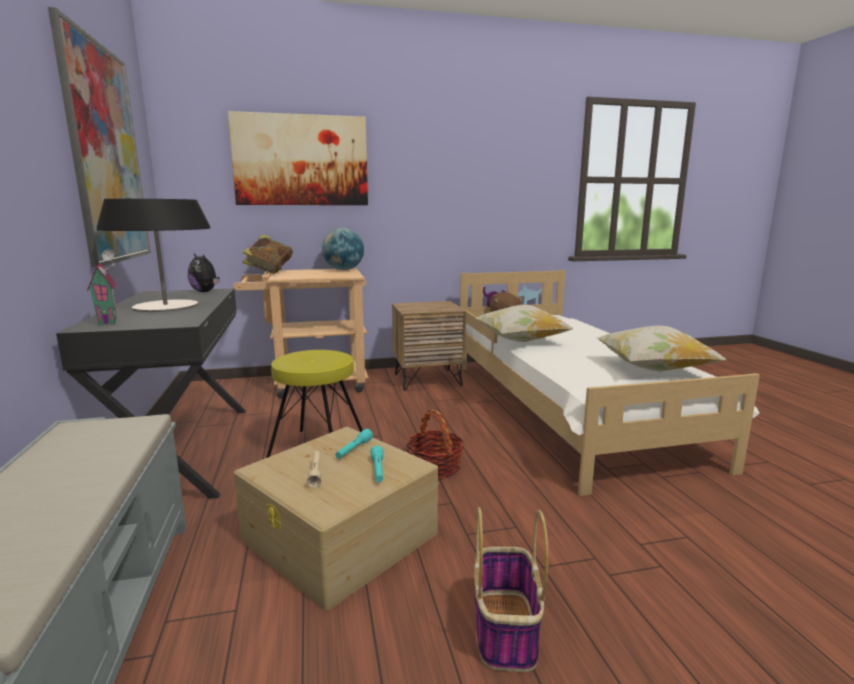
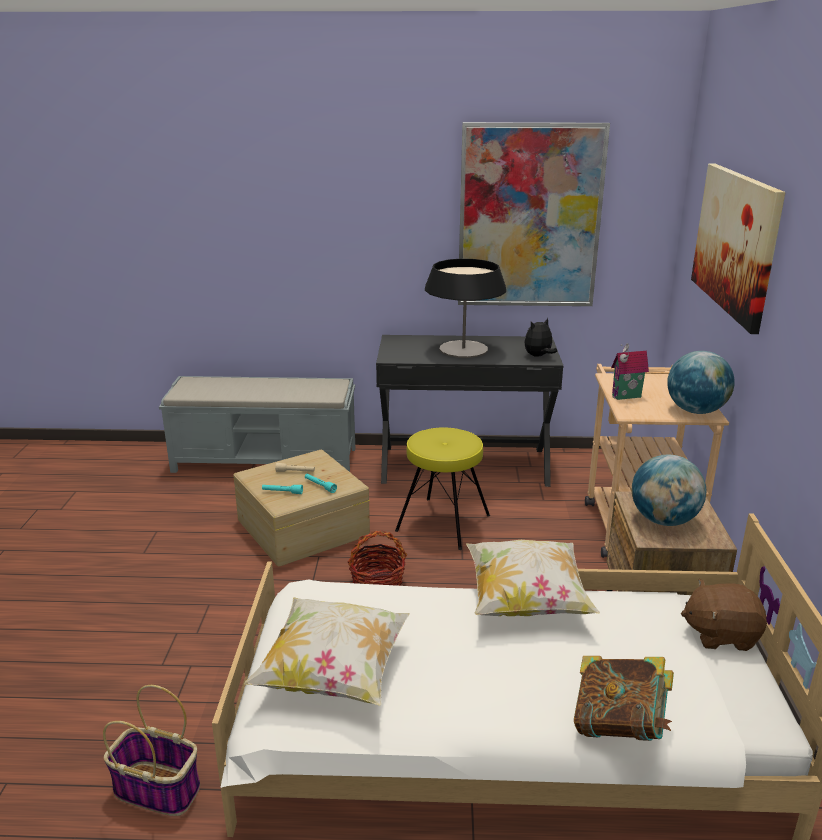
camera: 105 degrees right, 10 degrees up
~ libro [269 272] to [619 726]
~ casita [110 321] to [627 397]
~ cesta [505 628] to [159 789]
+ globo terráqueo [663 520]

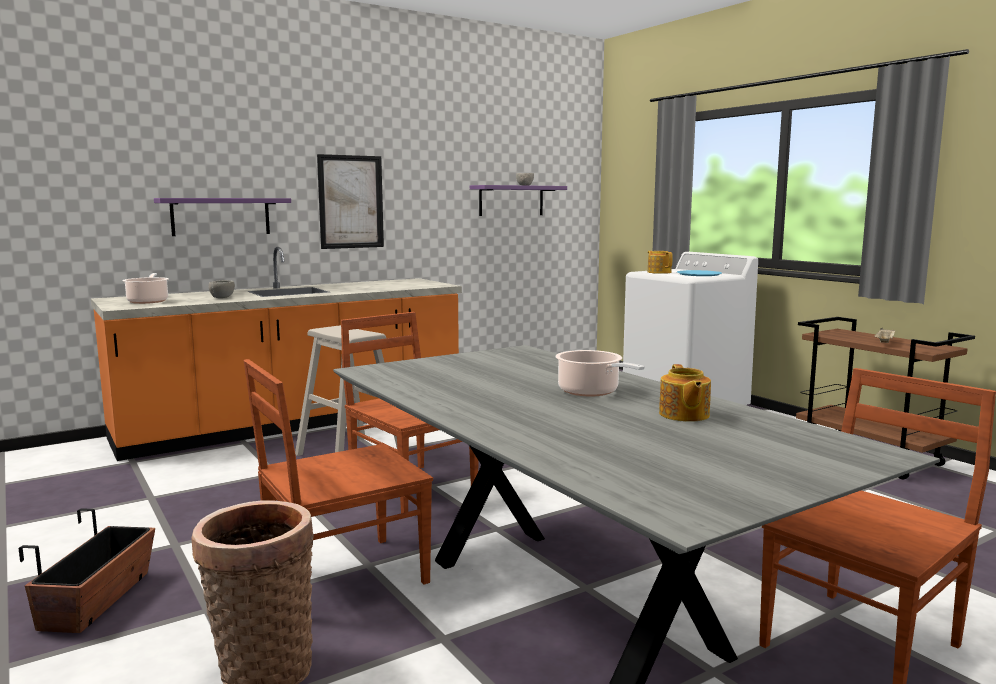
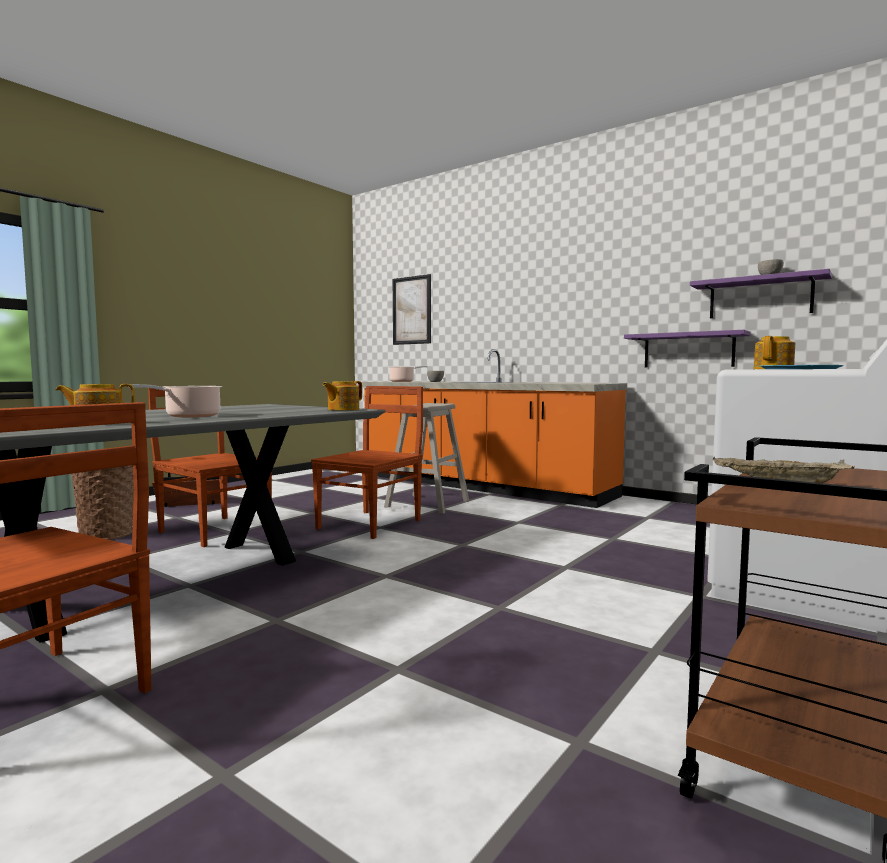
camera: 70 degrees right, 5 degrees down
~ cuadro [351 202] to [411 310]
~ estante [morado] [221 216] to [688 350]
+ tetera [342 409]

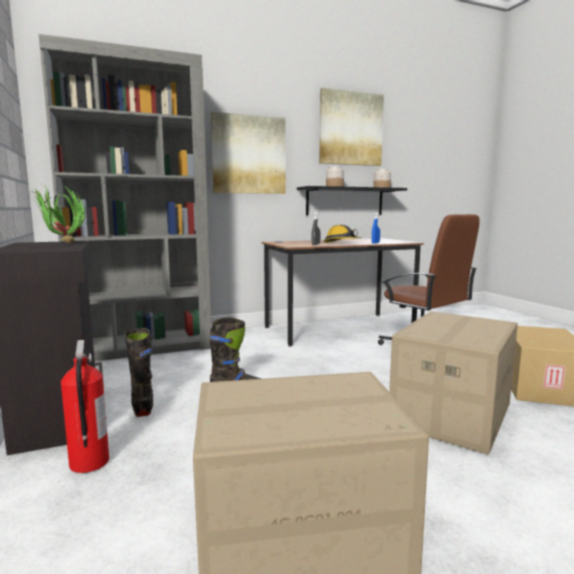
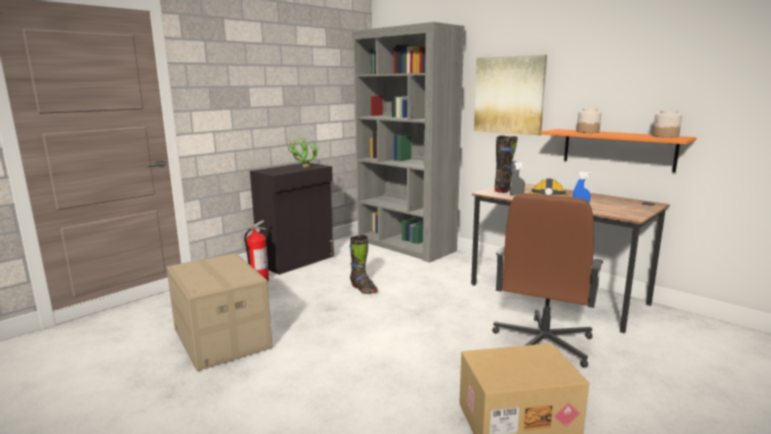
camera: 65 degrees right, 5 degrees up
- cuadro [350 129]
~ estante [negro] [345 201] to estante [naranja] [618 149]
- caja de cartón [450 414]
~ bota [negro] [142 406] to [507 190]

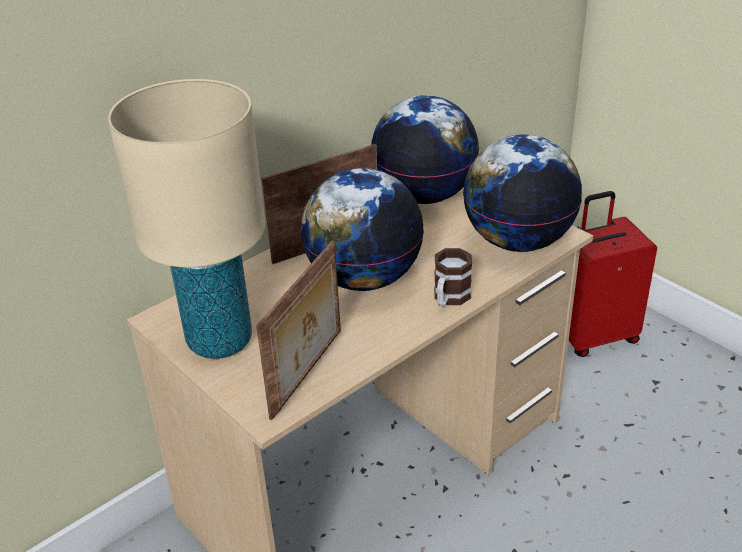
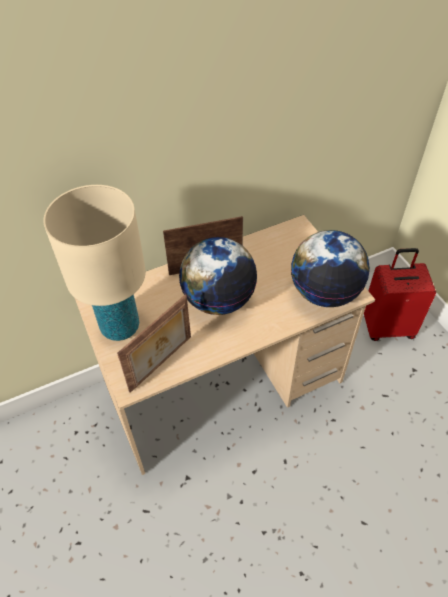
camera: 15 degrees right, 15 degrees up
- globo terráqueo [425 195]
- taza grande [449 299]

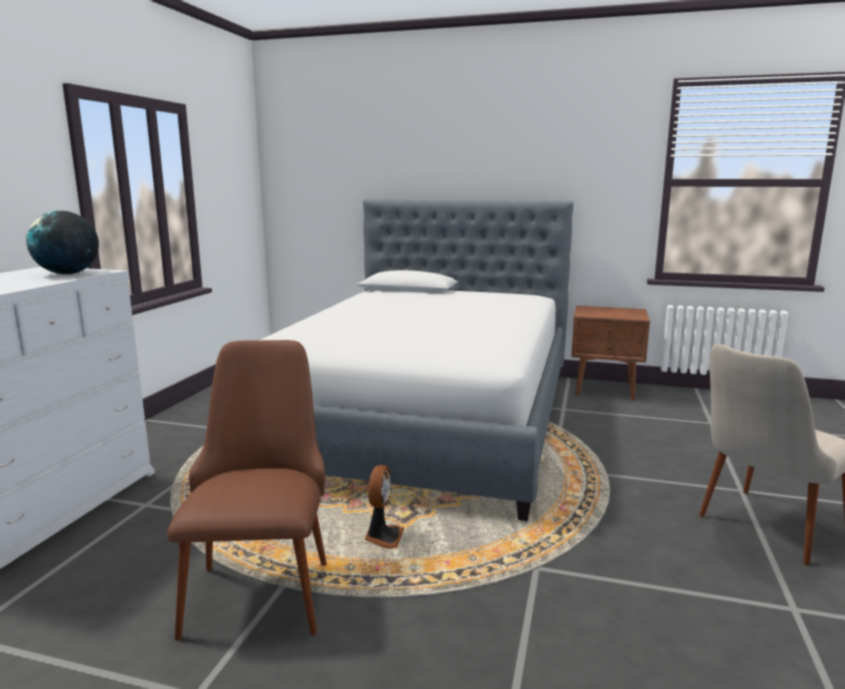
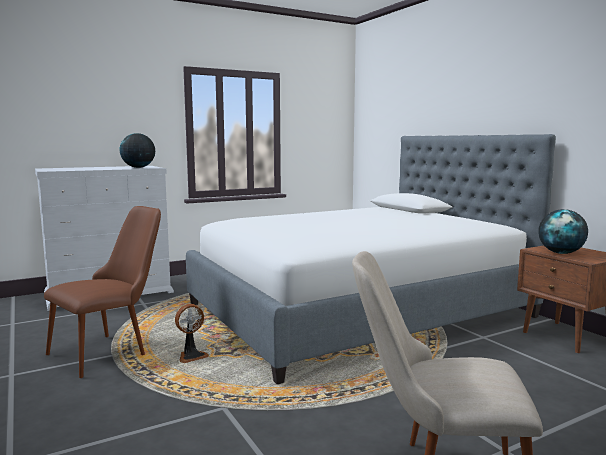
camera: 45 degrees right, 5 degrees down
+ globo terráqueo [561 253]

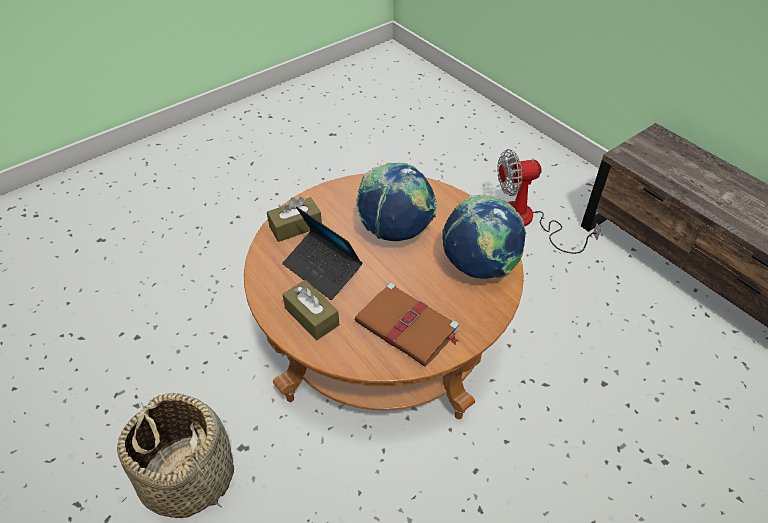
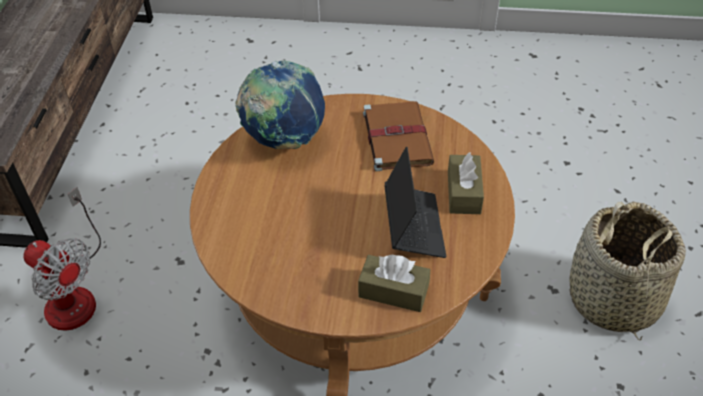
camera: 135 degrees left, 0 degrees up
- globo terráqueo [396 231]

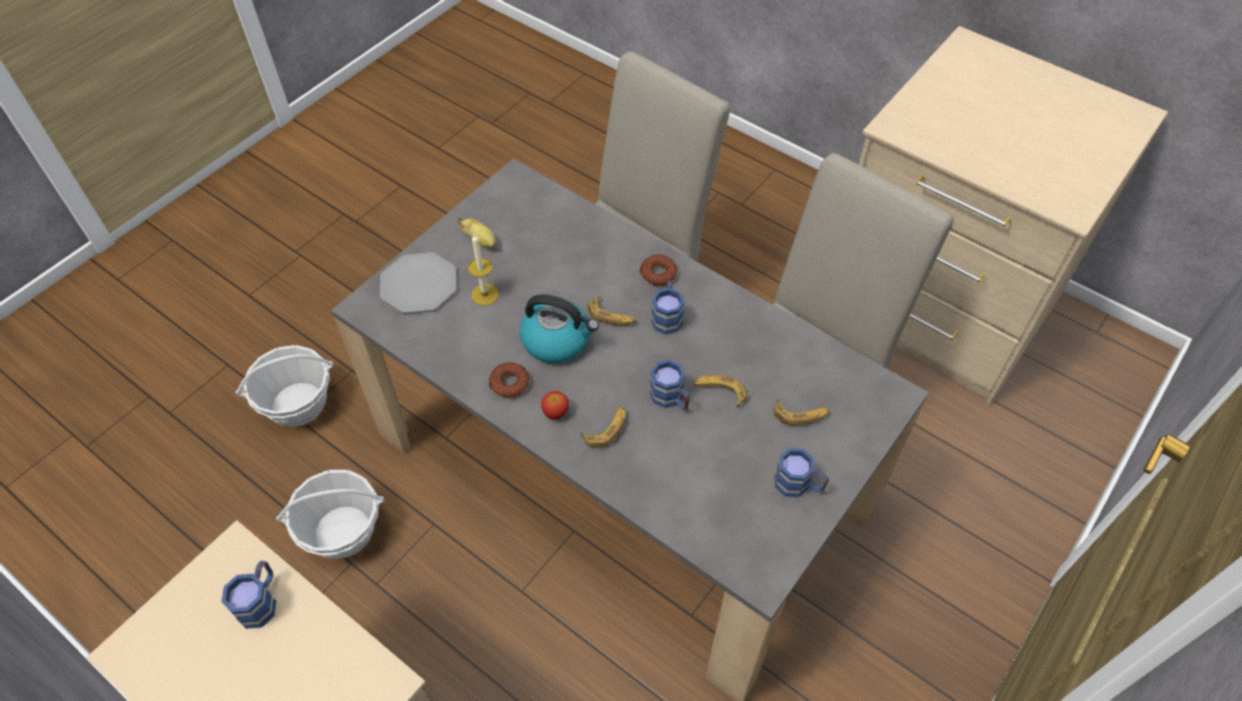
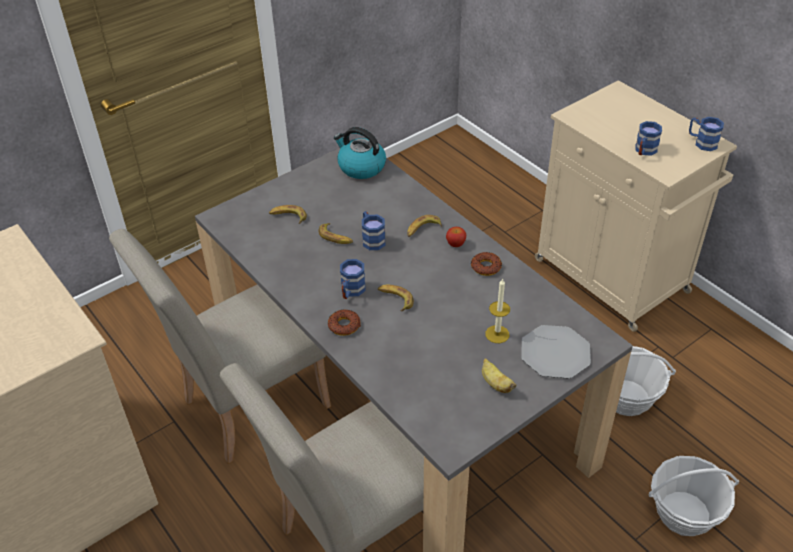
camera: 165 degrees left, 10 degrees down
~ hervidor [557 340] to [361 167]
~ taza grande [azul] [798 485] to [701 142]

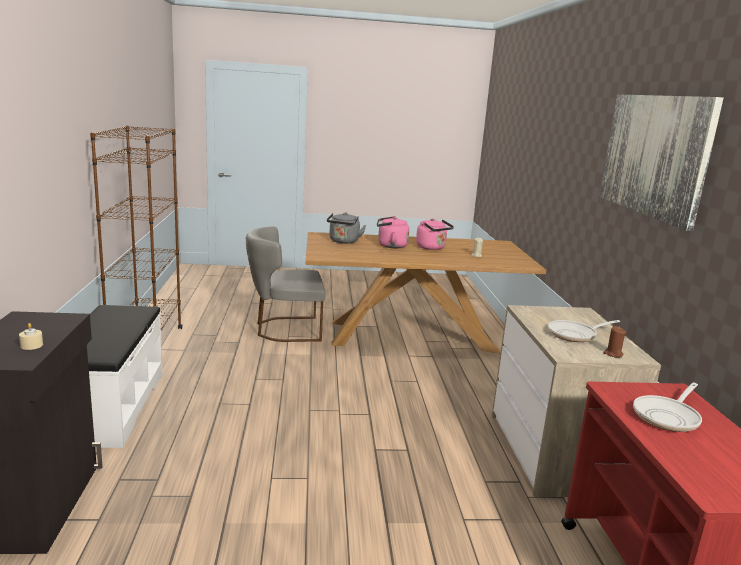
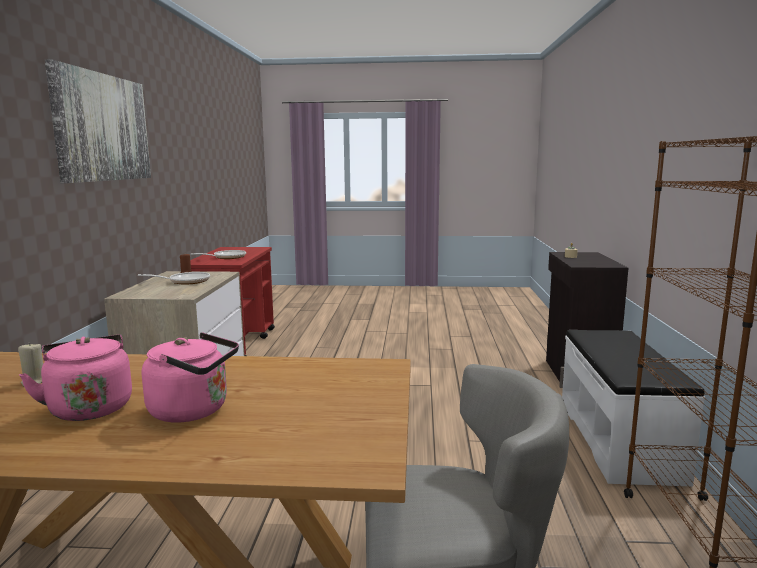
camera: 170 degrees left, 5 degrees down
- hervidor [gris] [343 242]

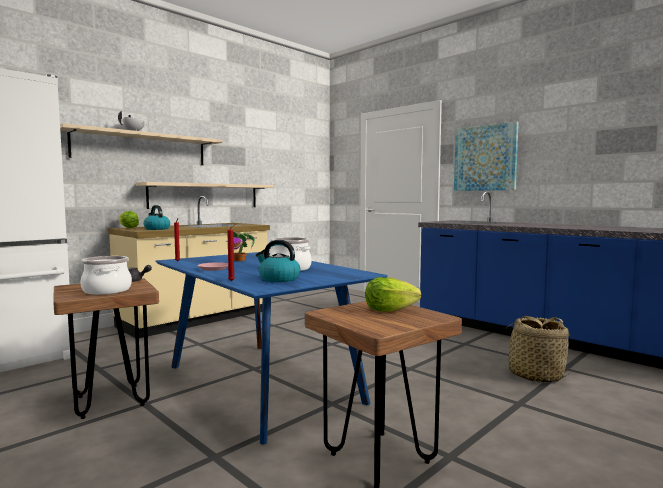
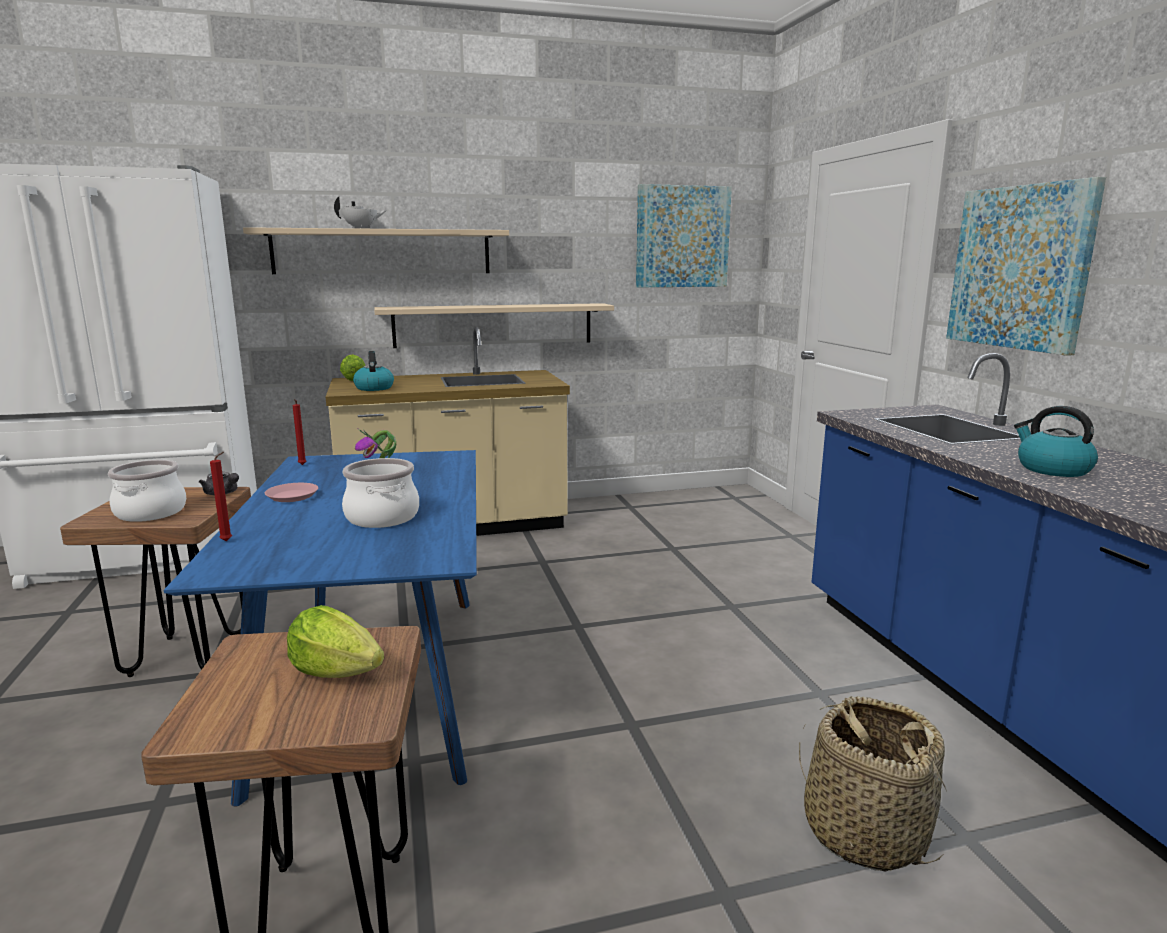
camera: 30 degrees right, 10 degrees up
~ hervidor [278 279] to [1052 469]
+ cuadro [682 237]

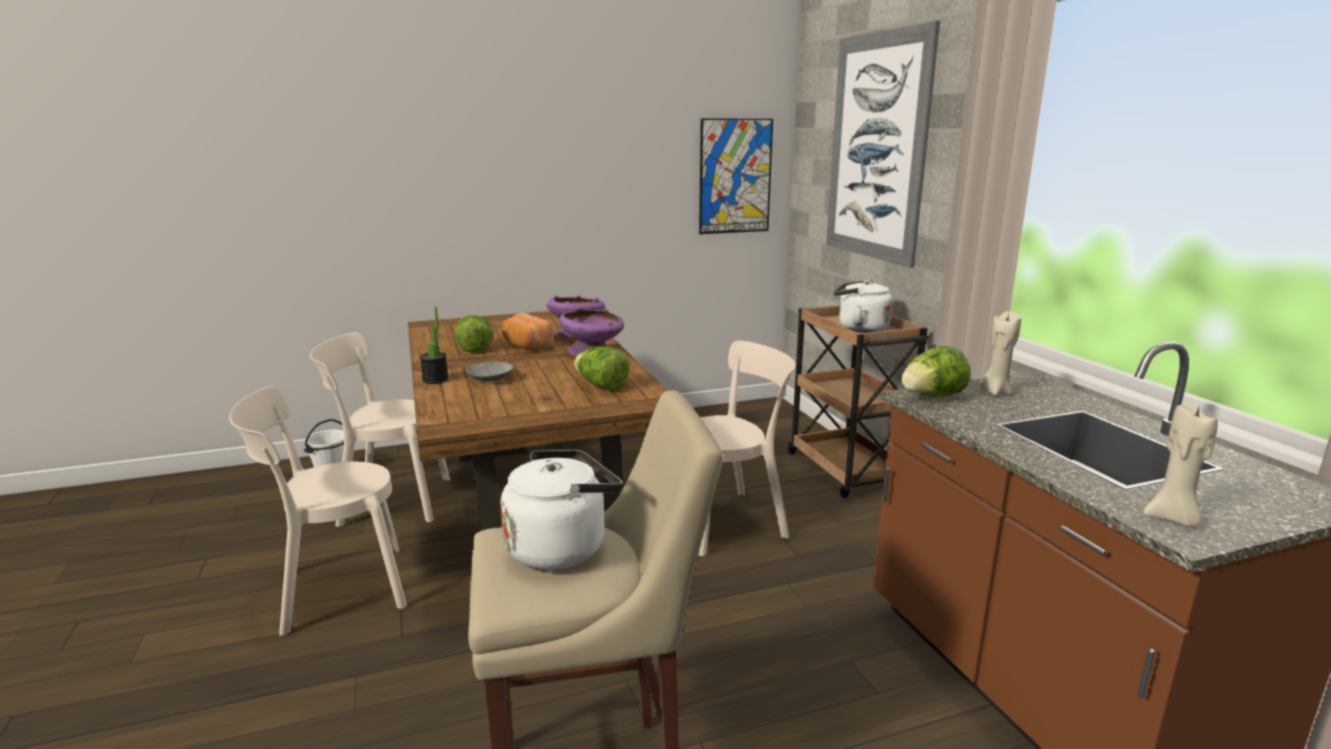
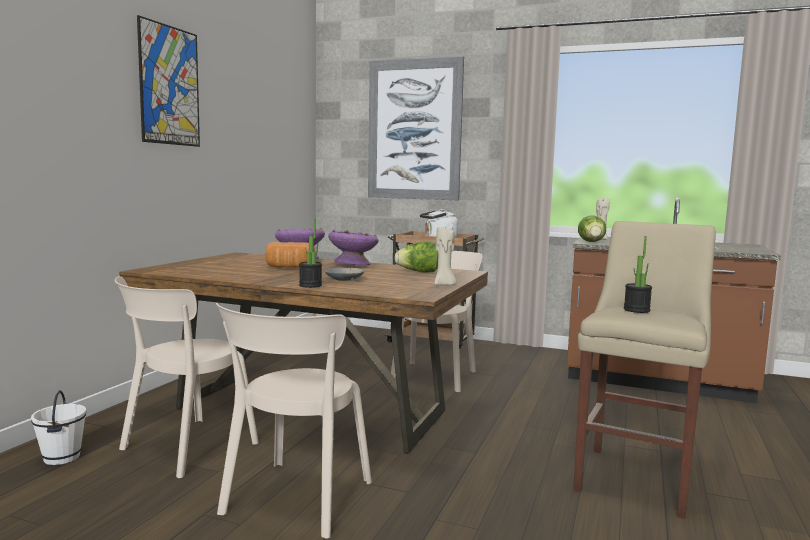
camera: 50 degrees left, 10 degrees down
~ cuadro [735 176] to [169 85]
- lechuga [474 348]
~ vela [beis] [1173 519] to [444 285]
~ hervidor [blanco] [561 547] to planta en maceta [636 310]

